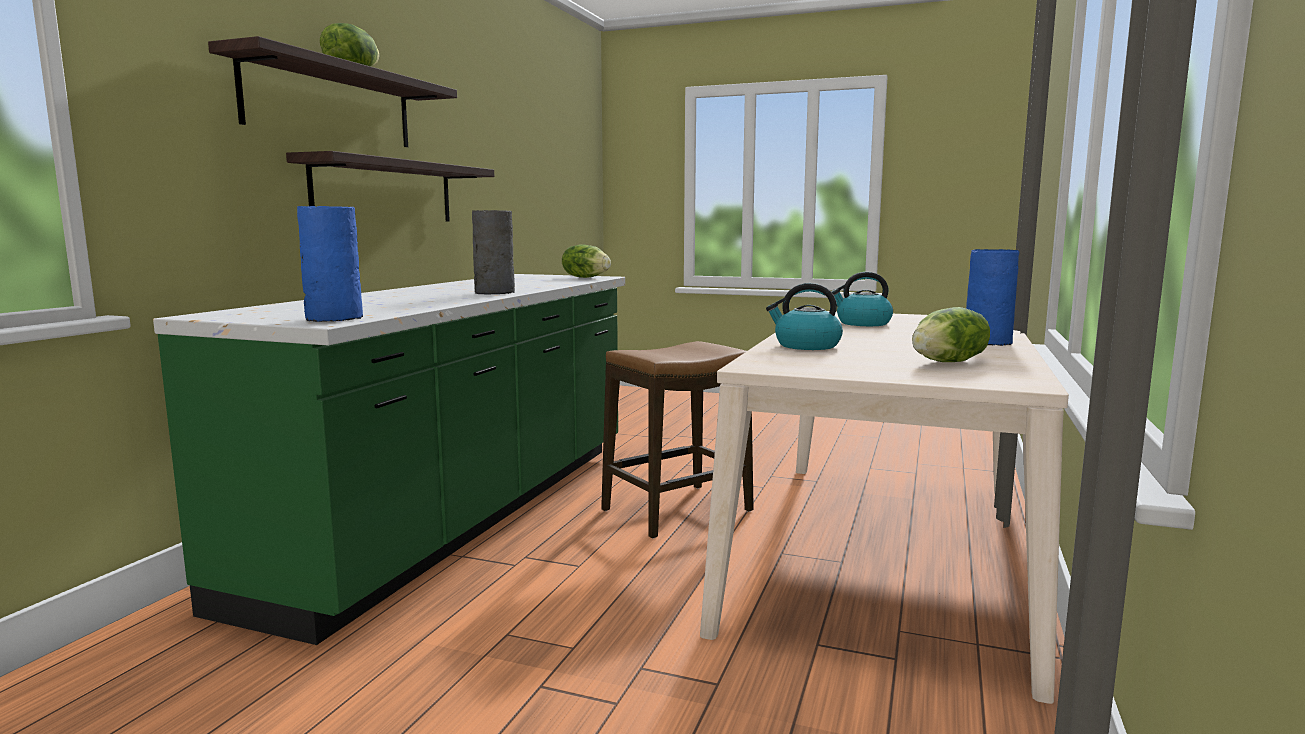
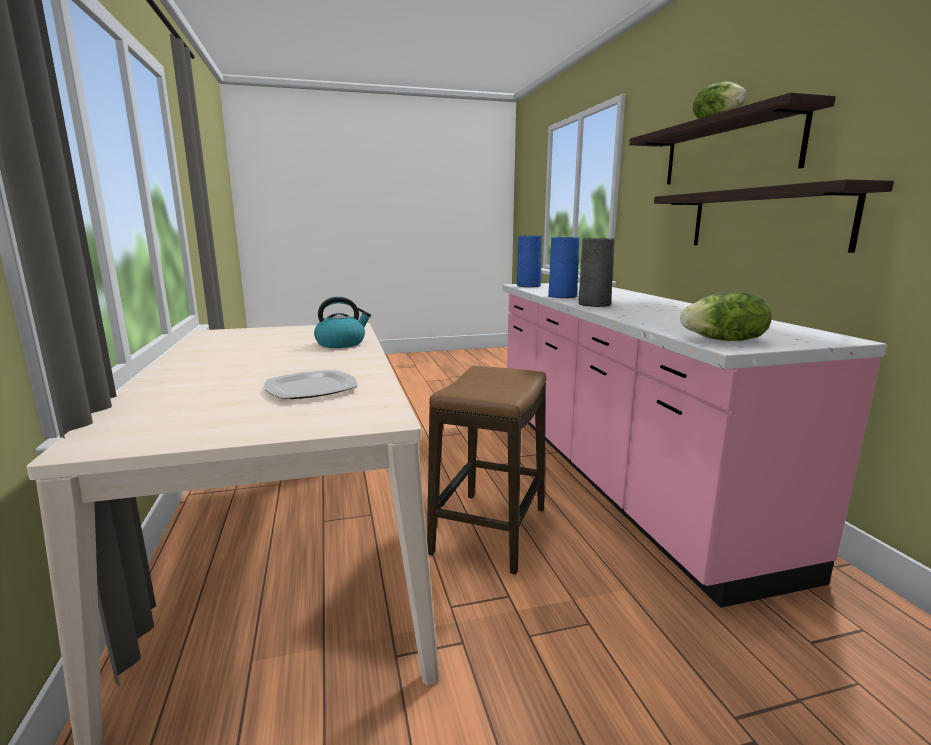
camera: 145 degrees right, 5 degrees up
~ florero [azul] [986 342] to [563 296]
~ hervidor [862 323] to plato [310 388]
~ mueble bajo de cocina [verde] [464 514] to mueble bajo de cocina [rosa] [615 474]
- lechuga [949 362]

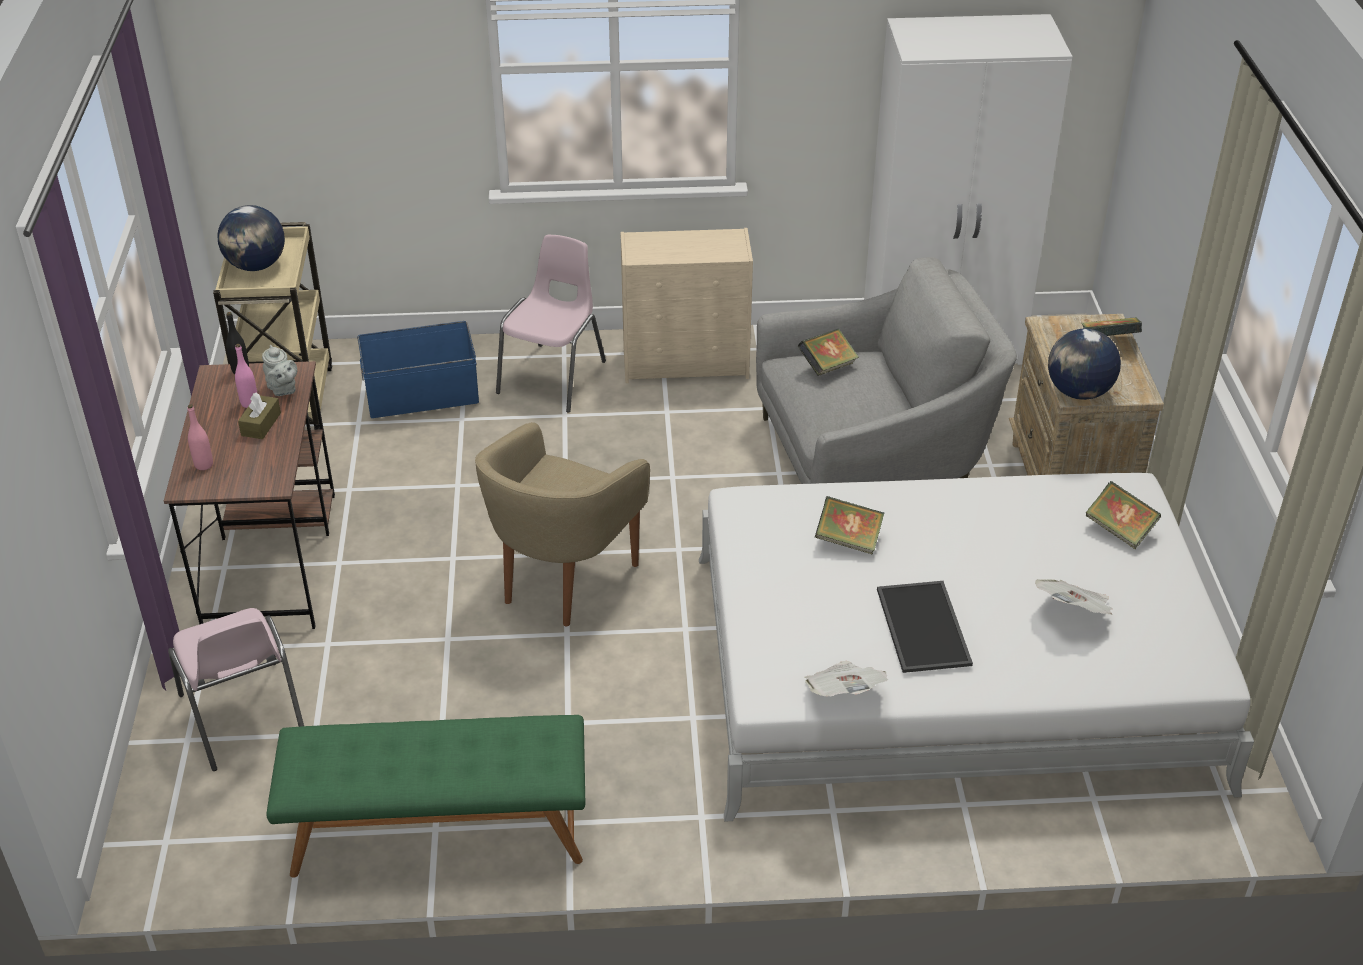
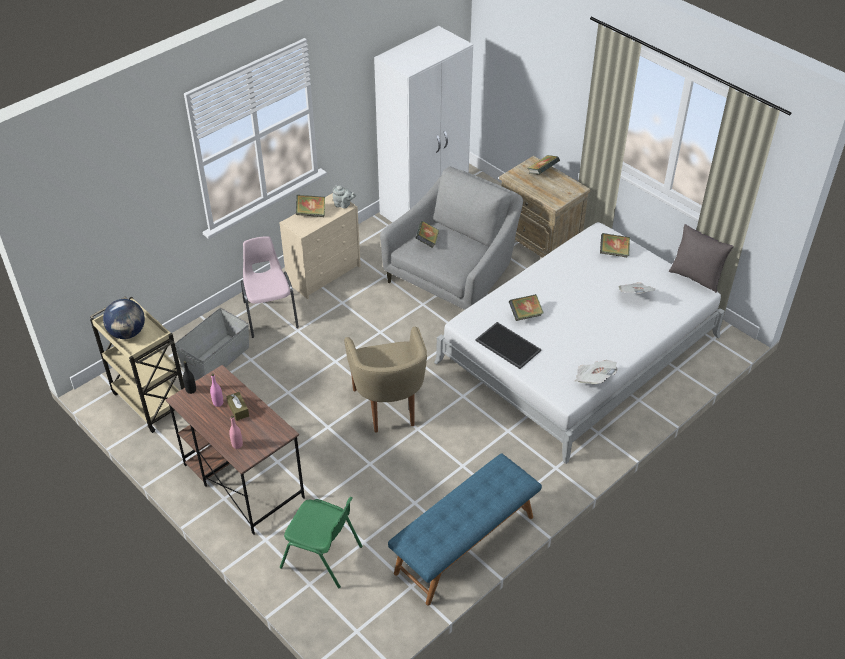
camera: 40 degrees left, 5 degrees up
~ caja de almacenaje [azul] [421 395] to caja de almacenaje [gris] [216 359]
- globo terráqueo [1078 392]
~ tetera [gris] [282 389] to [343 205]
~ bandeja [921 626] to [507 346]
~ silla [rosa] [243 717] to silla [verde] [322 557]
~ banco [verde] [438 833] to banco [azul] [465 545]
+ libro [311 213]
+ cojín [gris] [695 277]

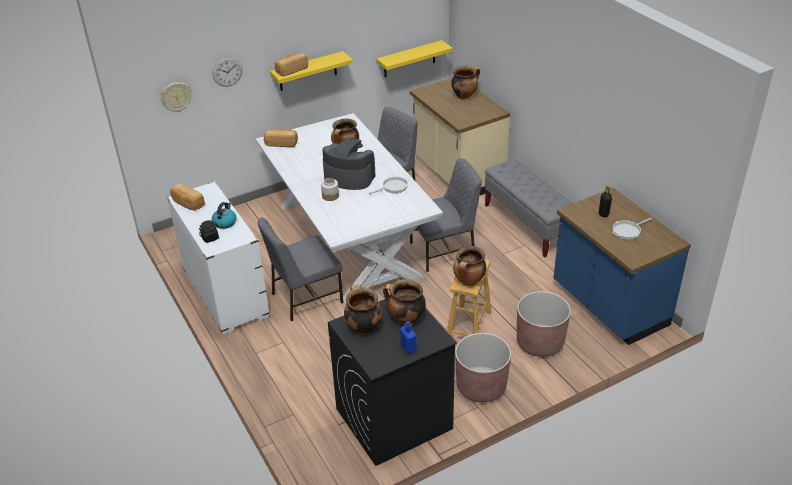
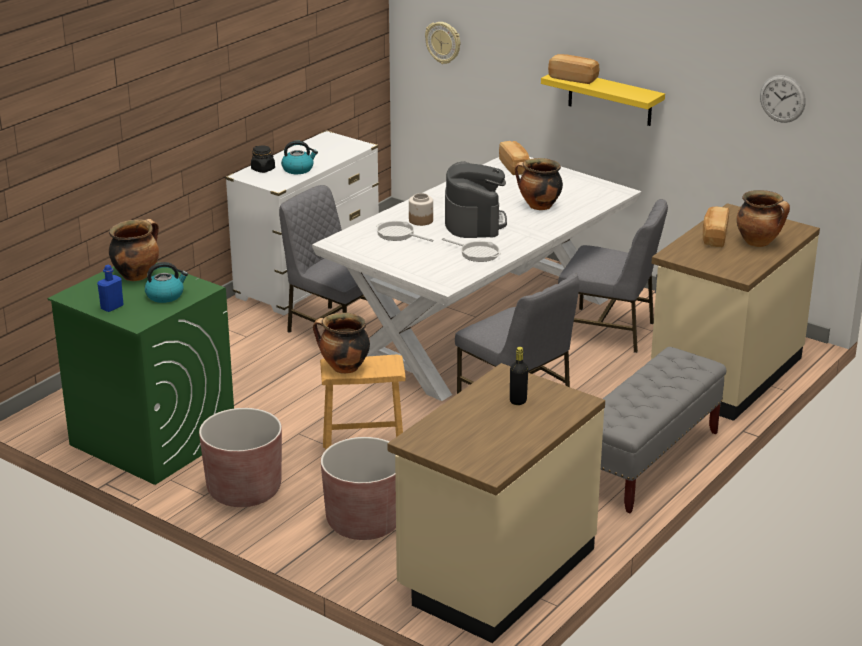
camera: 65 degrees right, 10 degrees down
- estante [amarillo] [409 59]
~ reloj de pared [227 71] to [782 98]
~ pan [188 203] to [714 237]
~ mueble bajo de cocina [azul] [608 306] to mueble bajo de cocina [beis] [495 572]
~ sartén [628 231] to [398 234]
~ olla [405 318] to hervidor [165 295]
~ lavadora [negro] [393 419] to lavadora [verde] [151 439]

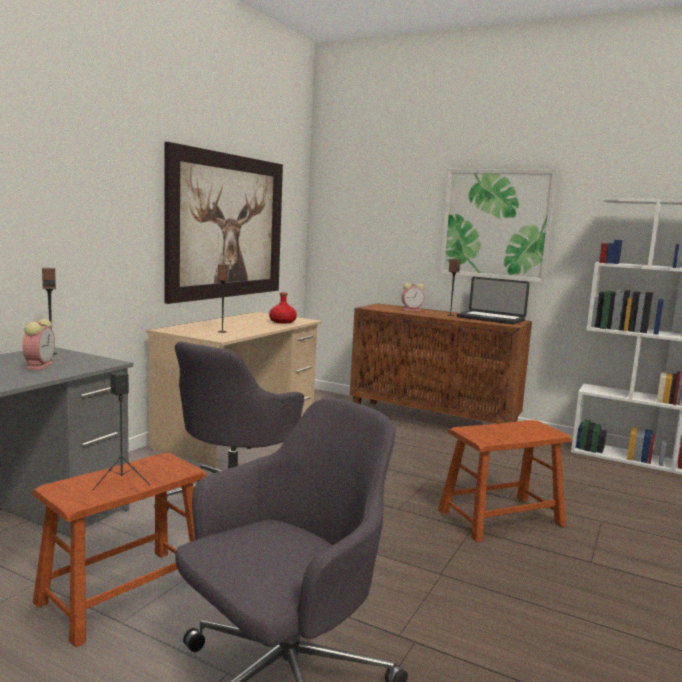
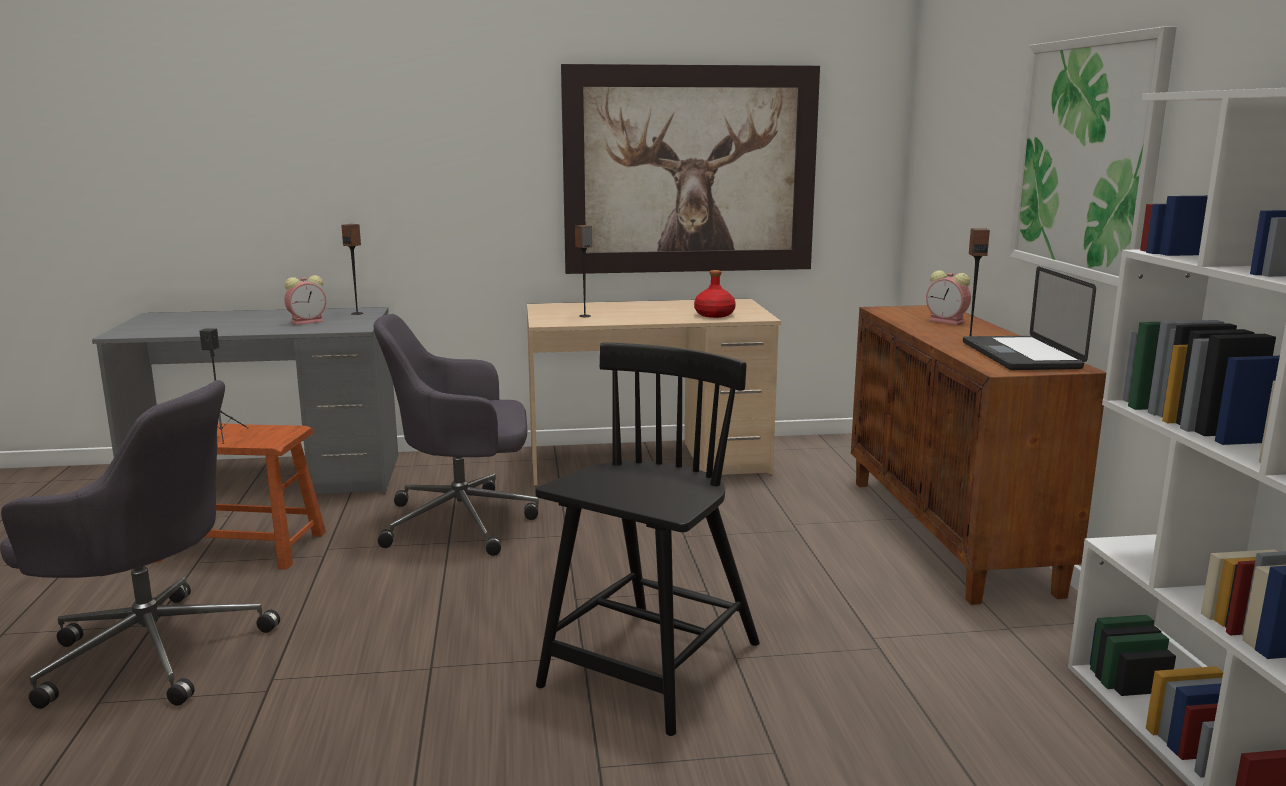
camera: 55 degrees right, 5 degrees up
~ taburete [marrón] [500 518] to silla [negro] [650 667]

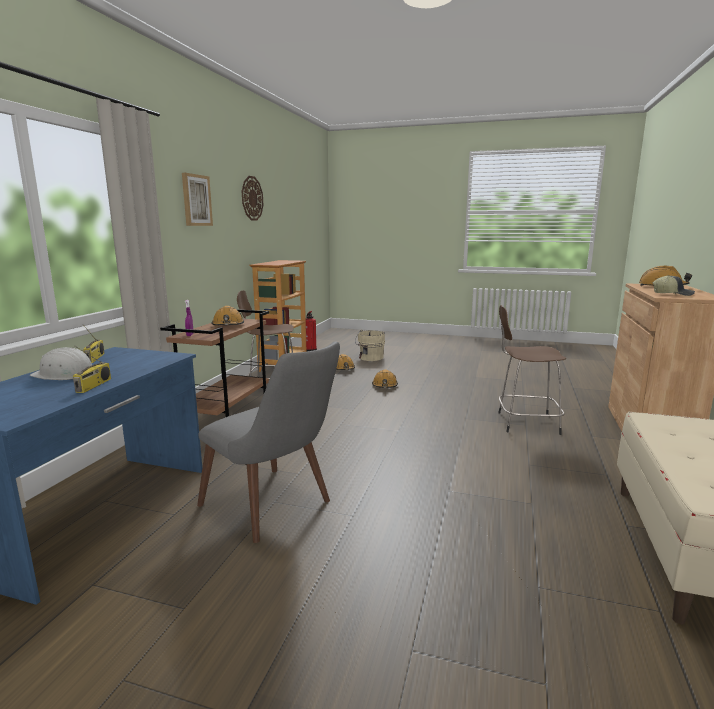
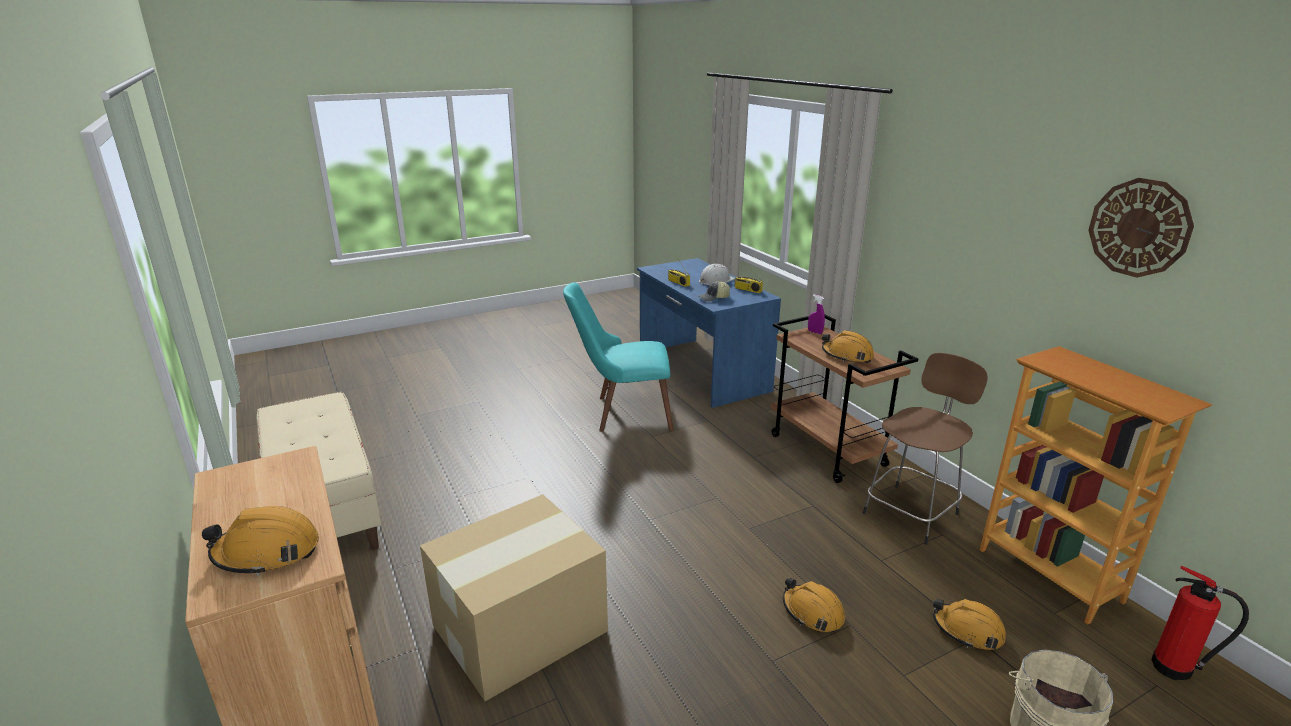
camera: 135 degrees right, 10 degrees up
- cuadro [196 200]
~ gorra [672 294] to [714 298]
~ taburete [marrón] [525 423] to caja de cartón [522 628]
~ silla [gris] [276 508] to silla [turquesa] [622 413]

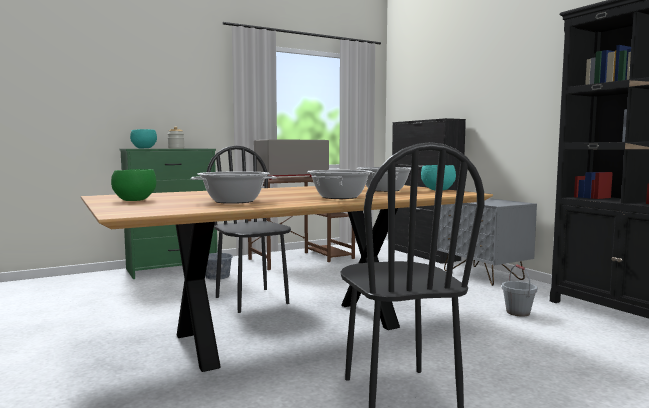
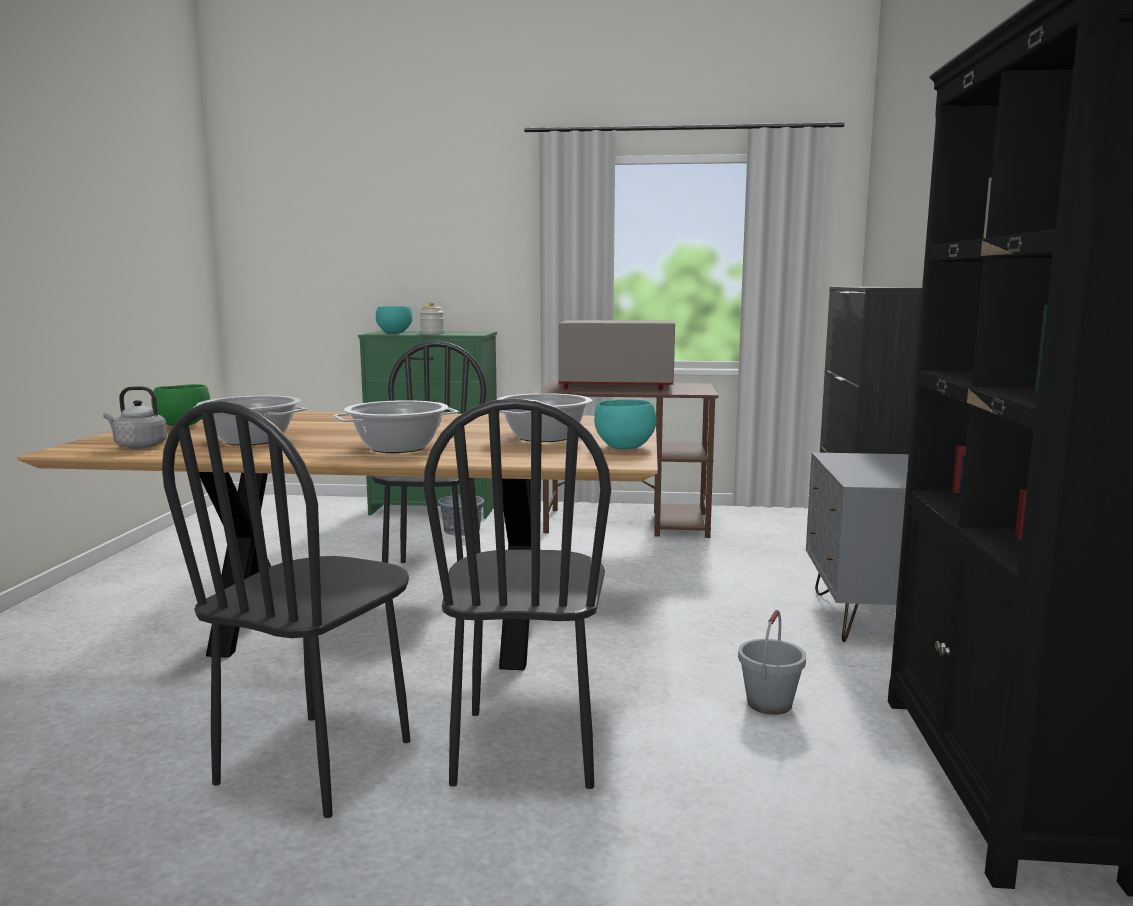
camera: 35 degrees right, 5 degrees up
+ hervidor [gris] [138 446]
+ silla [negro] [526 748]

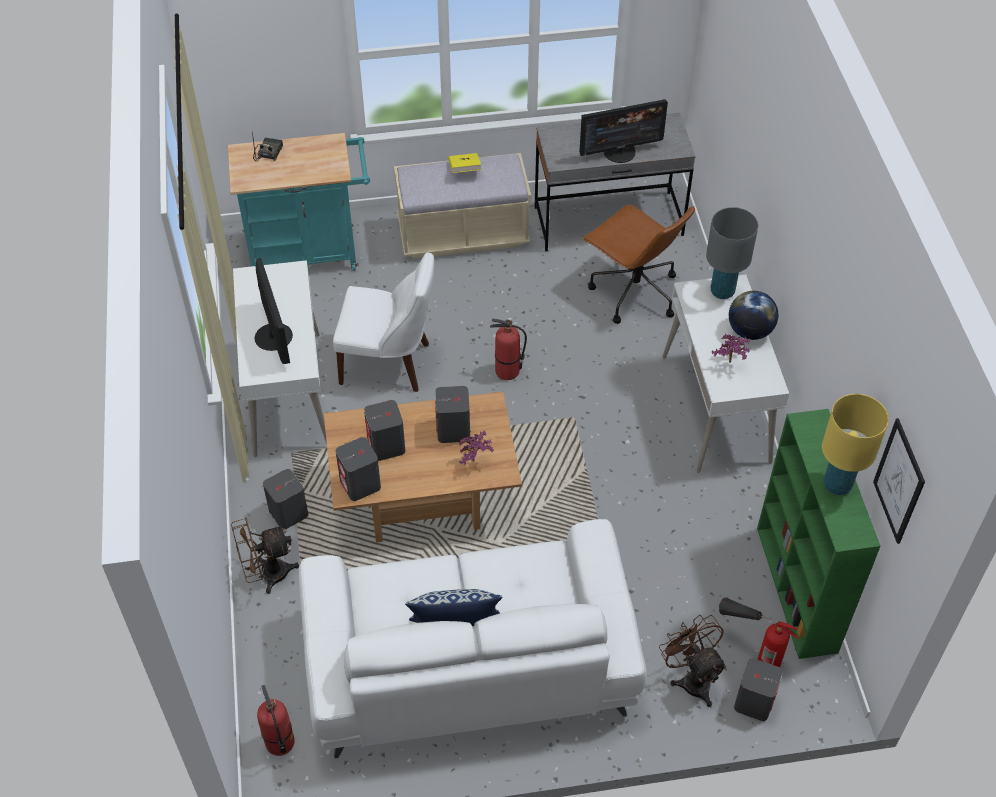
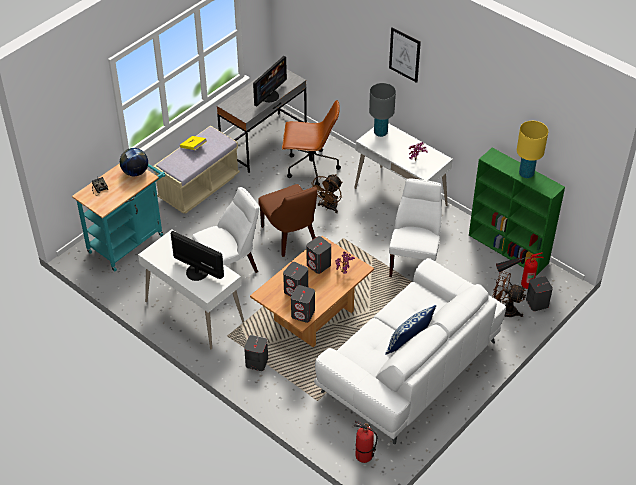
camera: 40 degrees left, 5 degrees down
~ globo terráqueo [749 331] to [135 172]
~ extintor [507 371] to silla [marrón] [290 237]
~ cuadro [899 481] to [404 54]
~ ventilador [marrón] [267 575] to [328 207]
+ silla [blanco] [414 260]

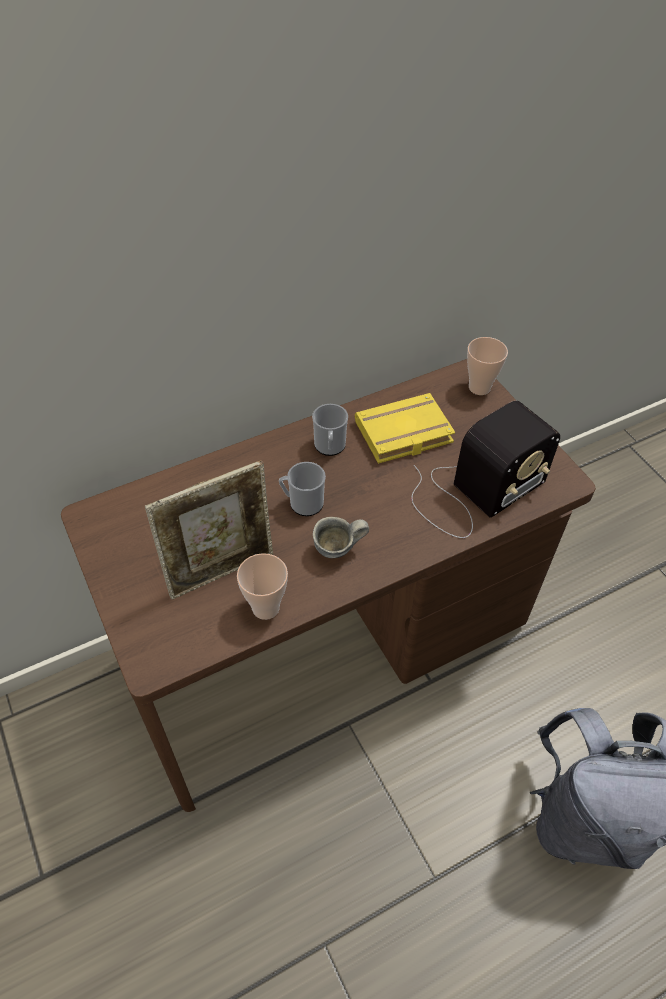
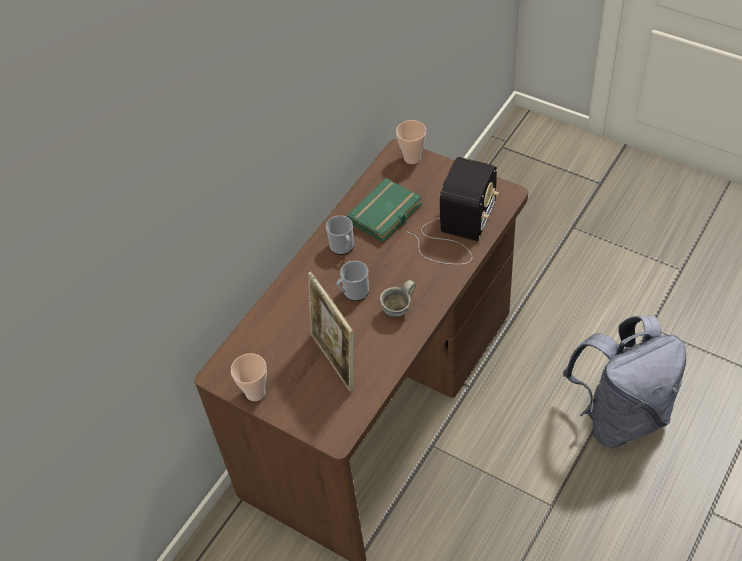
camera: 25 degrees left, 0 degrees up
~ libro [amarillo] [403 435] to libro [verde] [385 215]
~ portarretratos [221 571] = [335 361] 120 degrees clockwise
~ taza [265 607] to [255 392]

